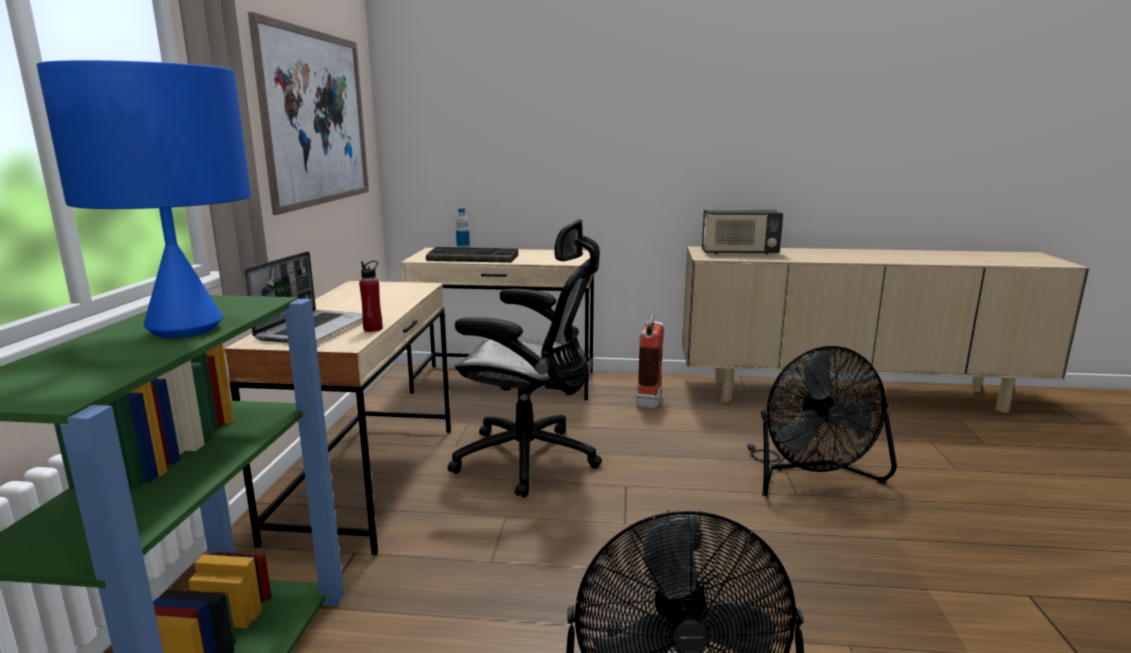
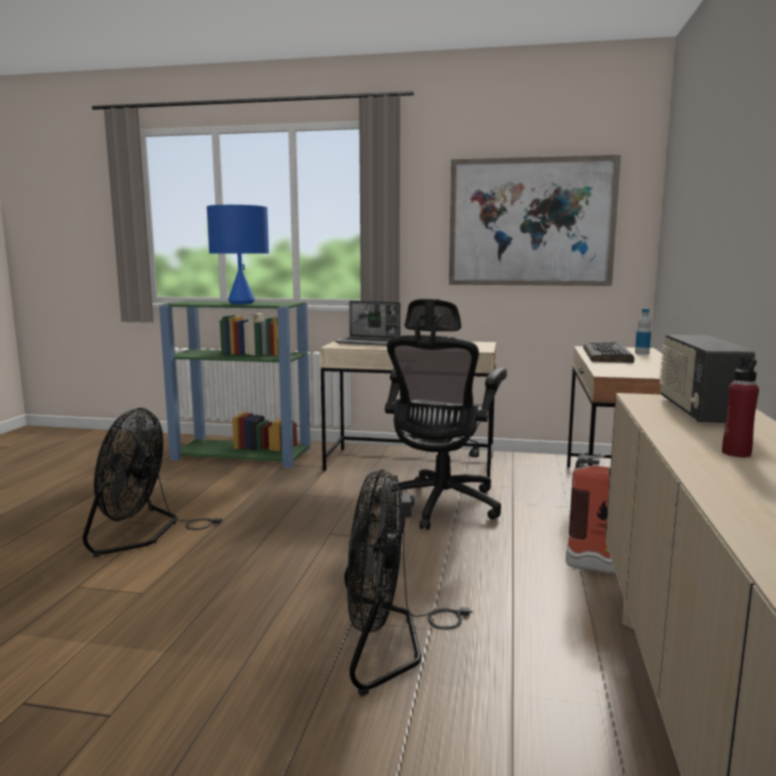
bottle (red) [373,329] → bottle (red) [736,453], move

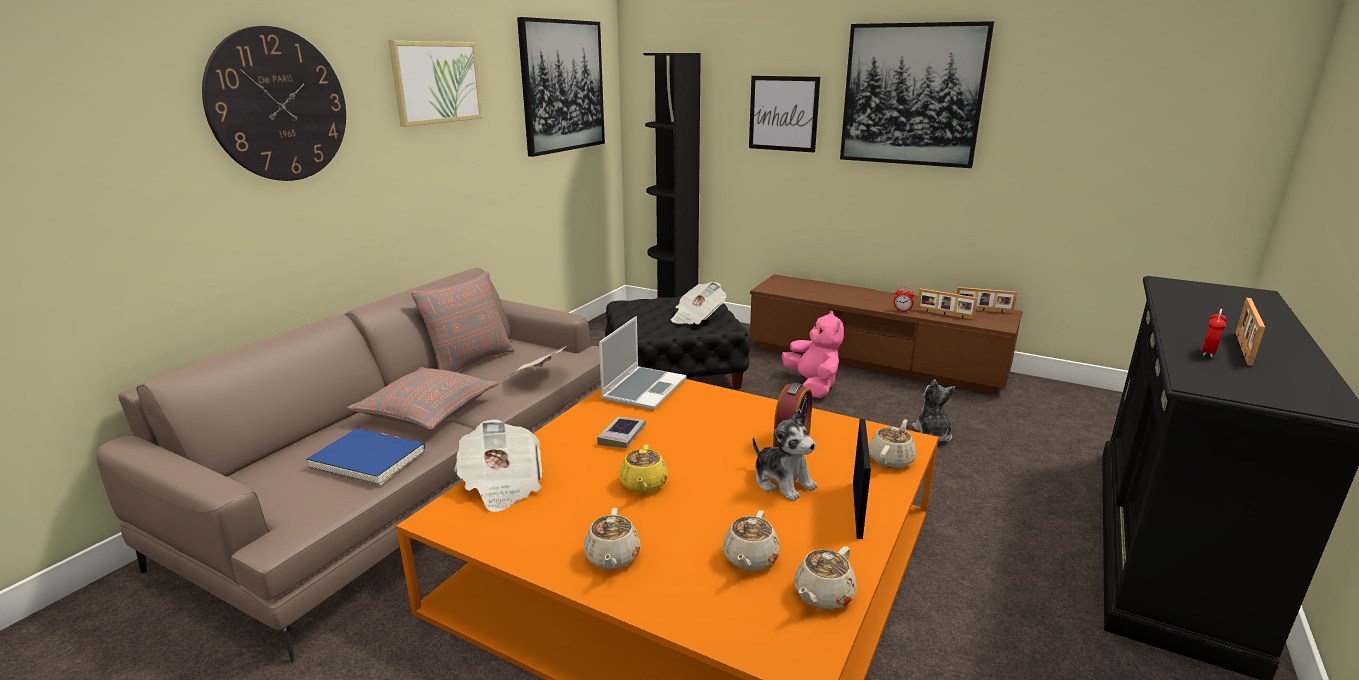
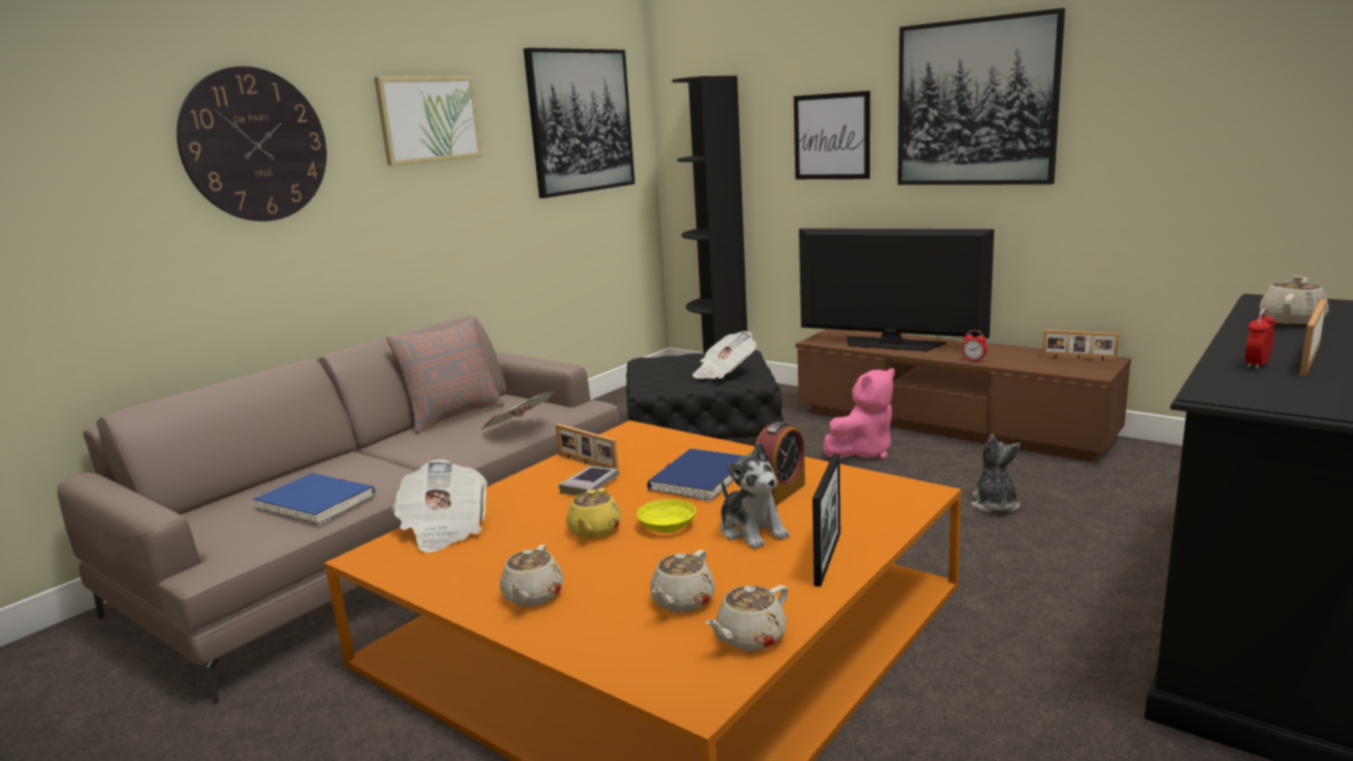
picture frame [944,314] → picture frame [586,464], move
plush toy (pink) [812,386] → plush toy (pink) [862,452], 60 degrees clockwise
laptop [643,389] → -
pillow (grey) [428,412] → -
teapot (beige) [891,459] → teapot (beige) [1292,320], move
- → television [891,344]
- → book (blue) [700,479]
- → bowl (yellow) [665,526]

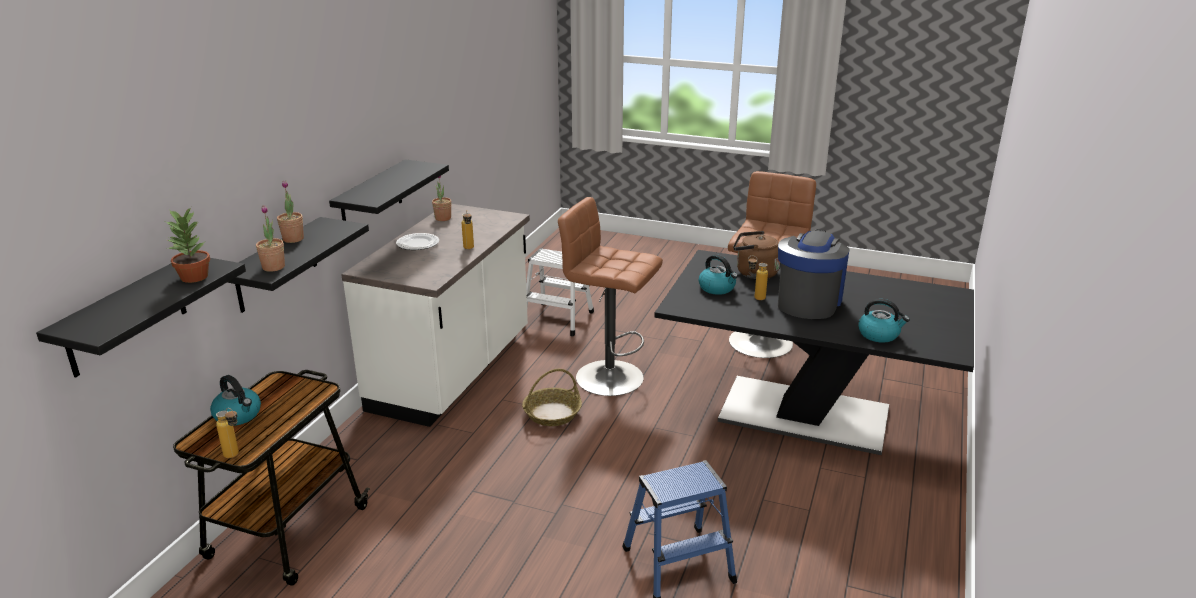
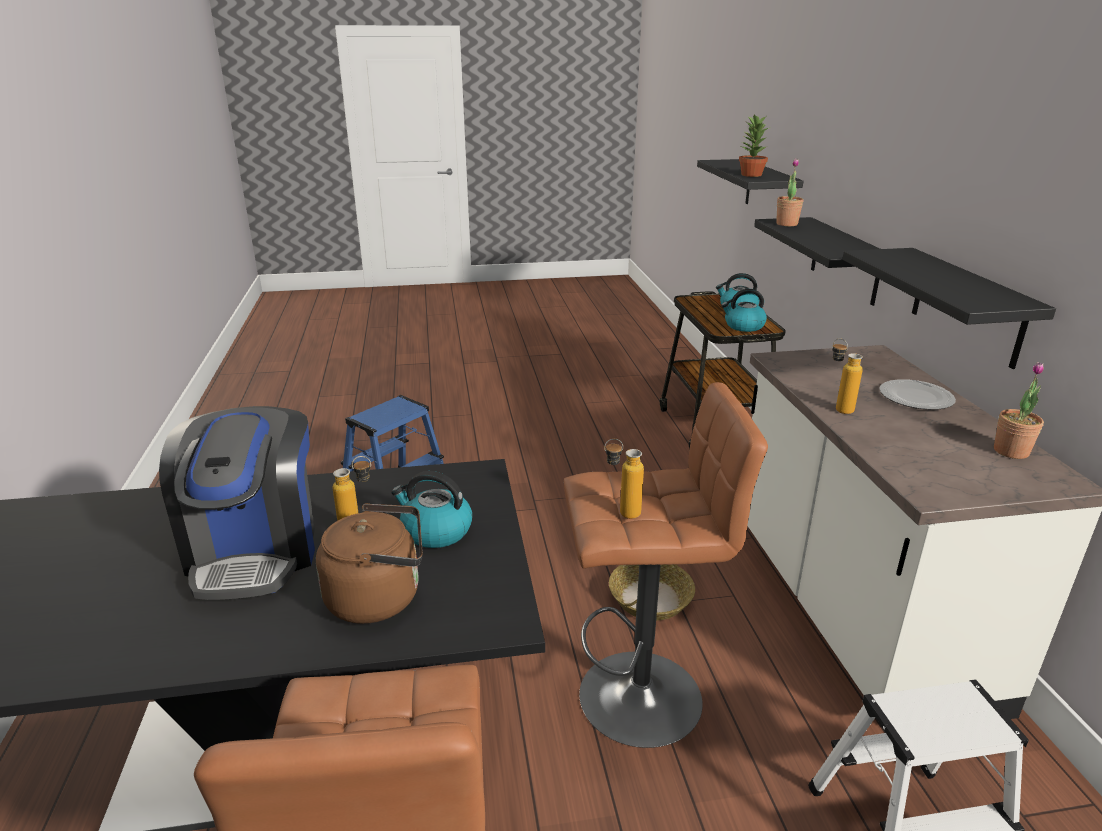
potted plant [293,239] → -
kettle [879,335] → kettle [743,326], move
bottle [235,456] → bottle [621,513], move

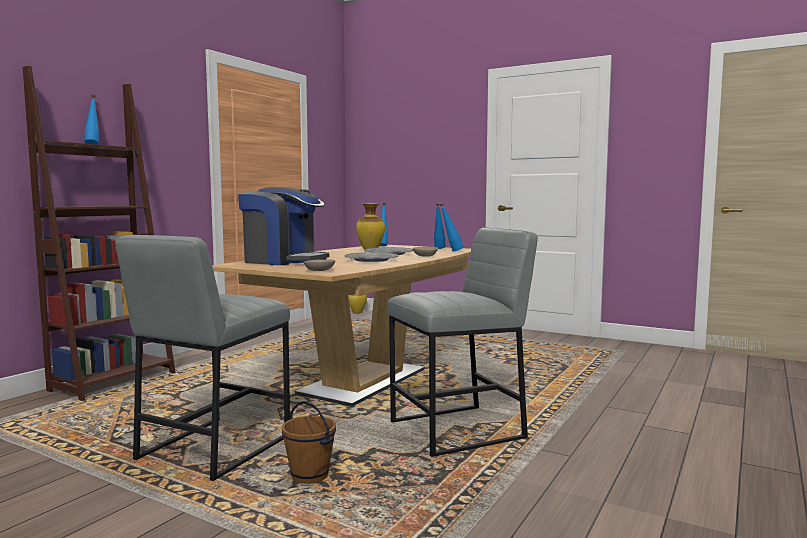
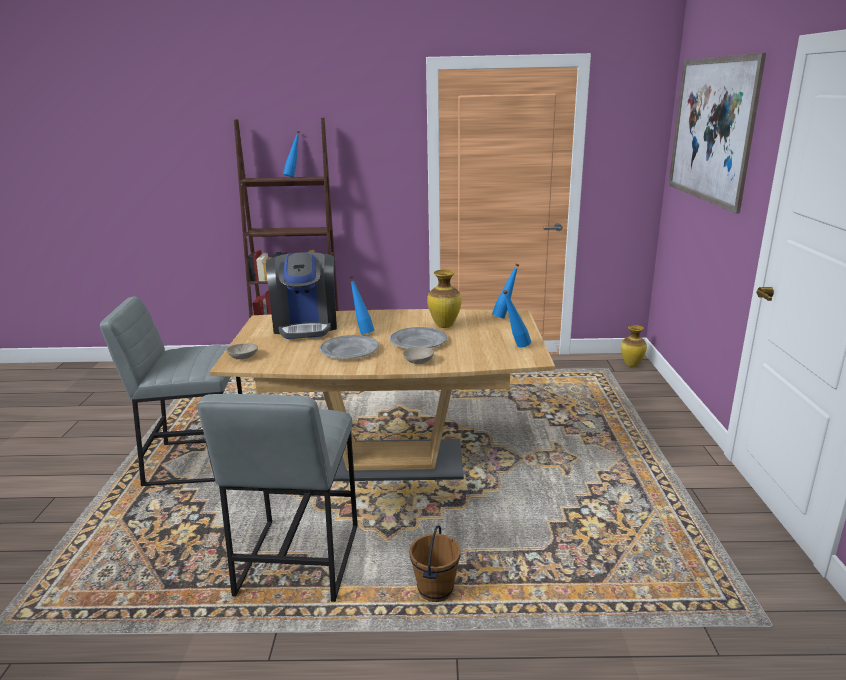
bottle (blue) [451,251] → bottle (blue) [362,333], move
chair (grey) [459,430] → chair (grey) [298,561], 60 degrees clockwise
bucket (brown) [310,476] → bucket (brown) [436,590], move
- → picture [710,130]

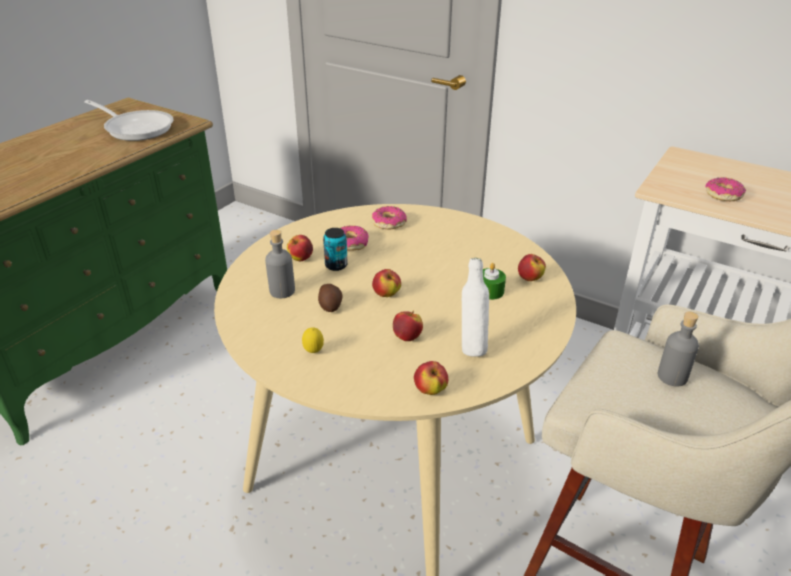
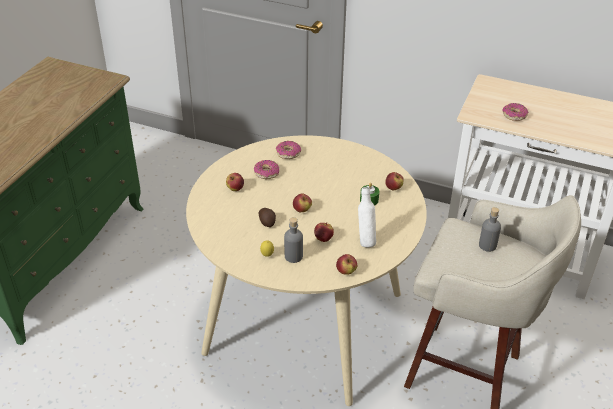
frying pan [136,128] → -
can [336,265] → -
bottle (grey) [282,291] → bottle (grey) [293,256], move

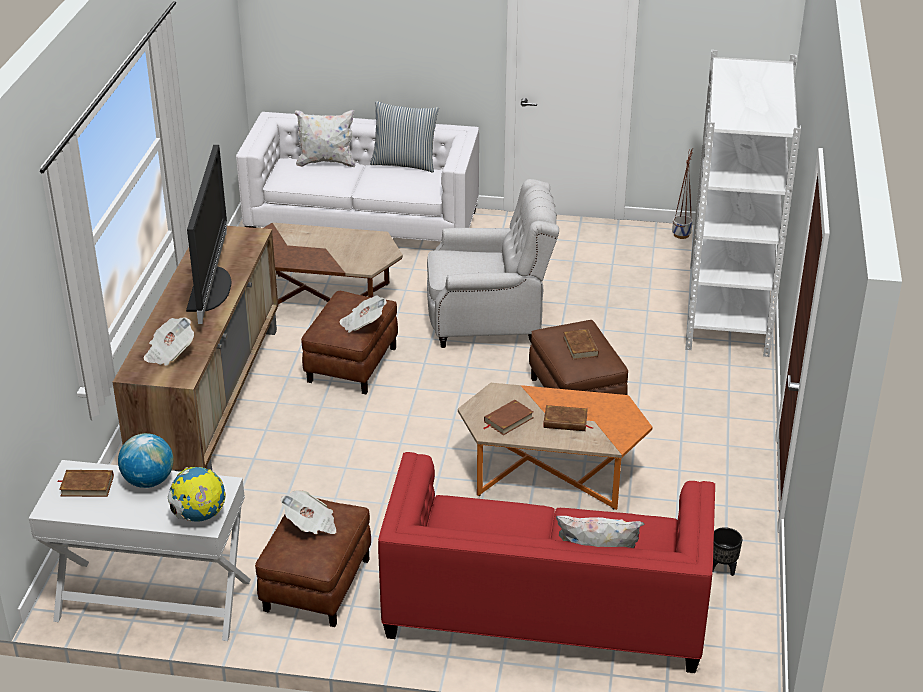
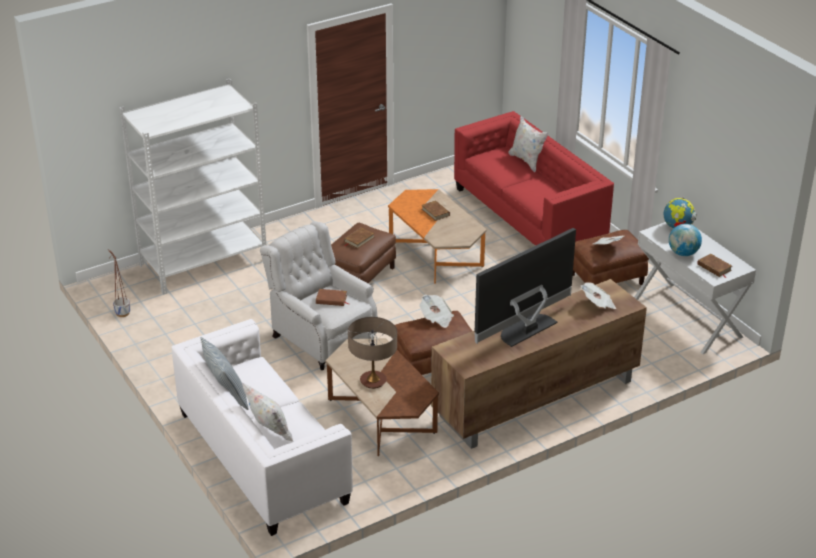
book (brown) [508,420] → book (brown) [331,299], move
planter (black) [722,569] → -
- → table lamp [373,381]

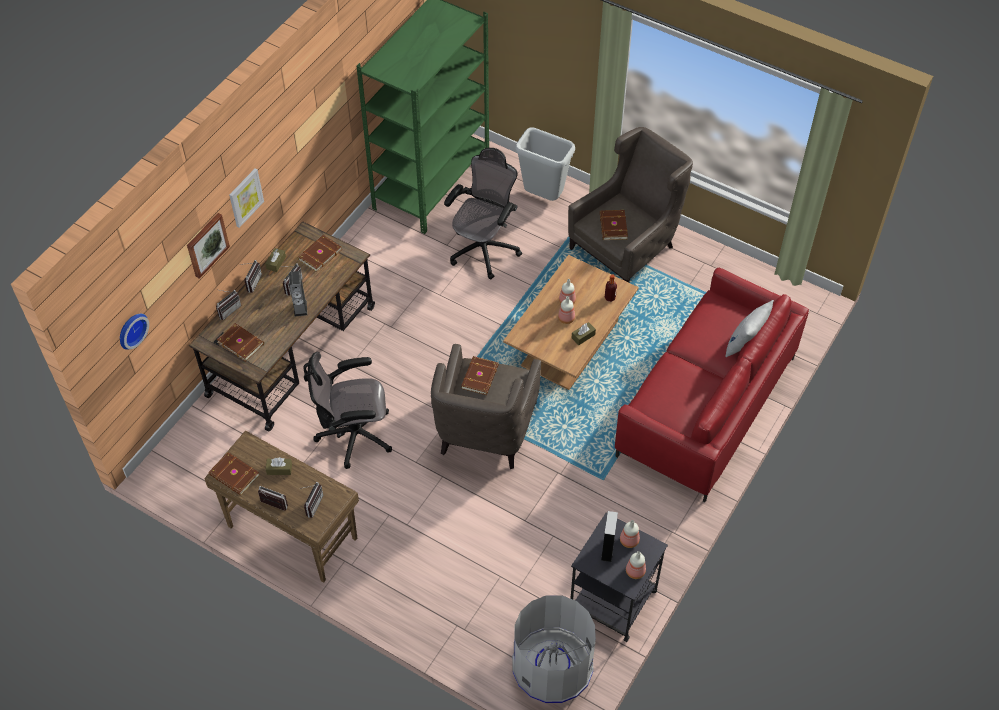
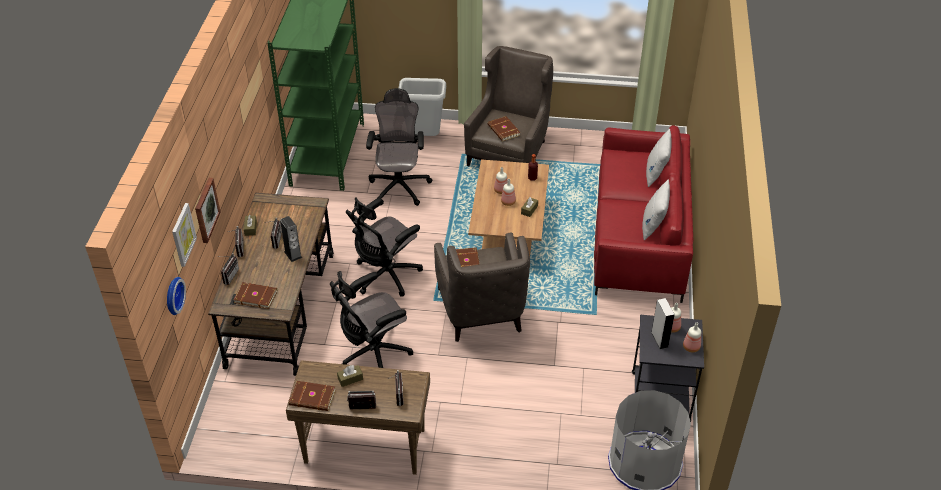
picture [245,197] → picture [183,234], move
book (brown) [319,254] → -
- → pillow (grey) [653,226]
- → office chair [387,275]

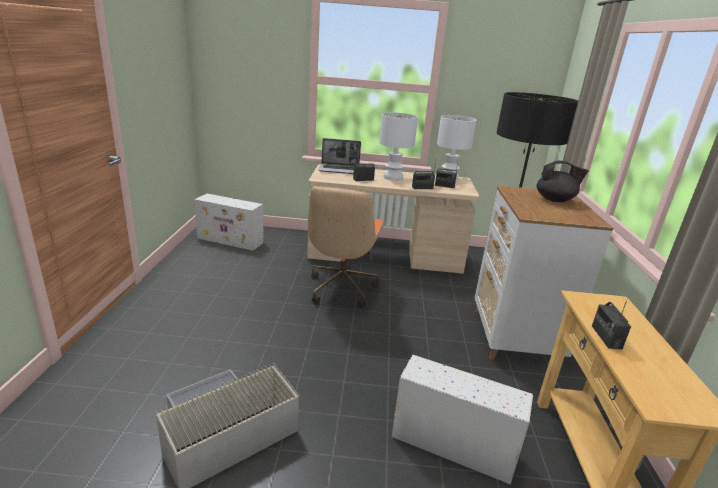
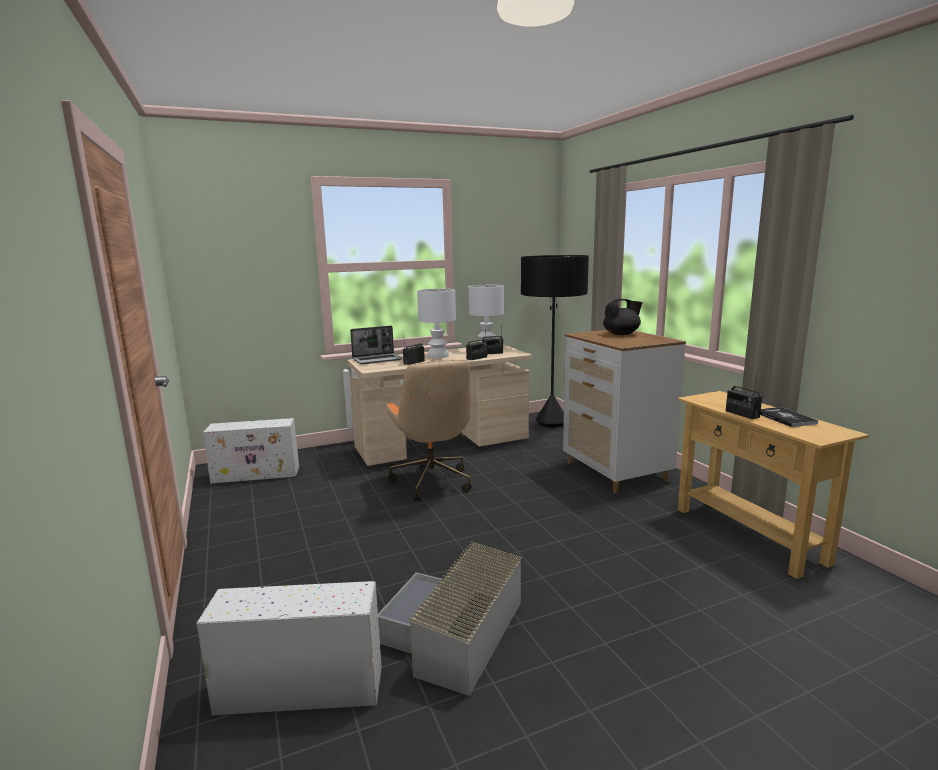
storage box (white) [450,444] → storage box (white) [298,690], move
- → book [785,418]

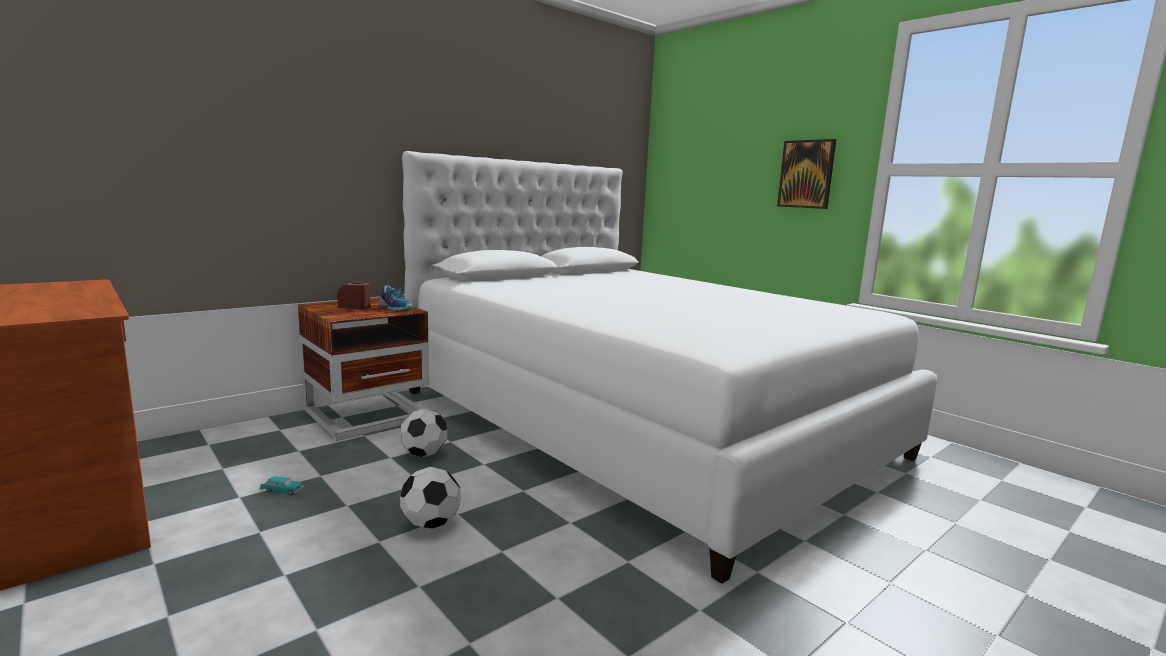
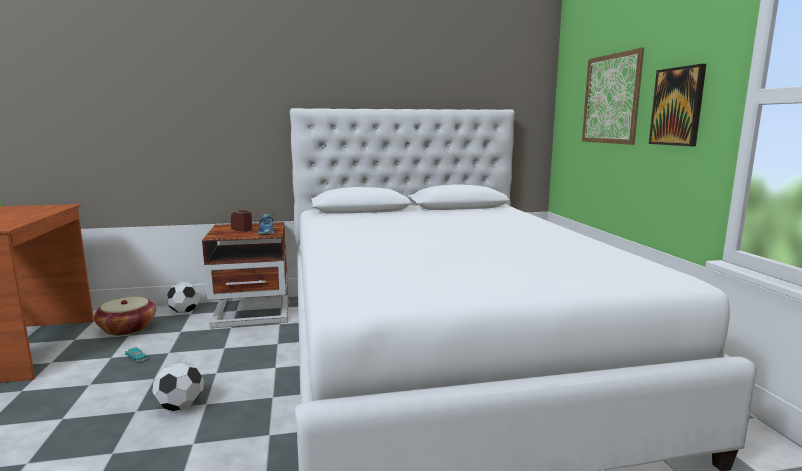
football [424,454] → football [185,312], move
- → picture [611,98]
- → basket [127,328]

